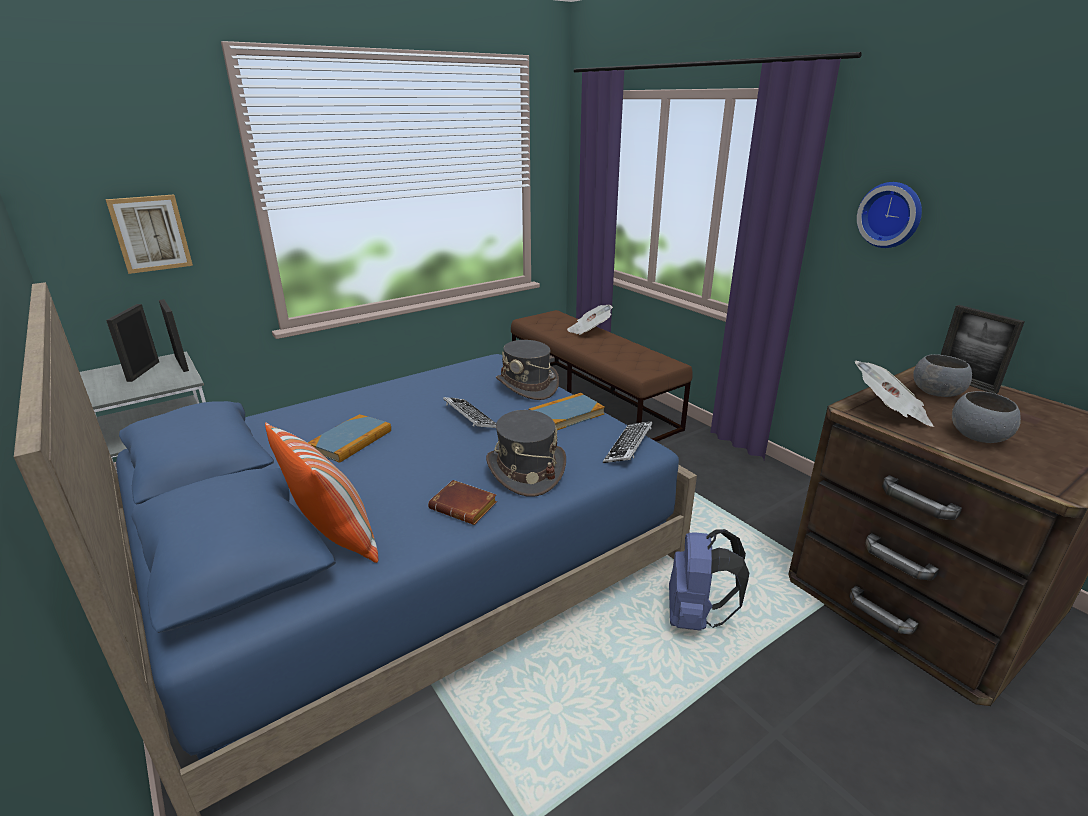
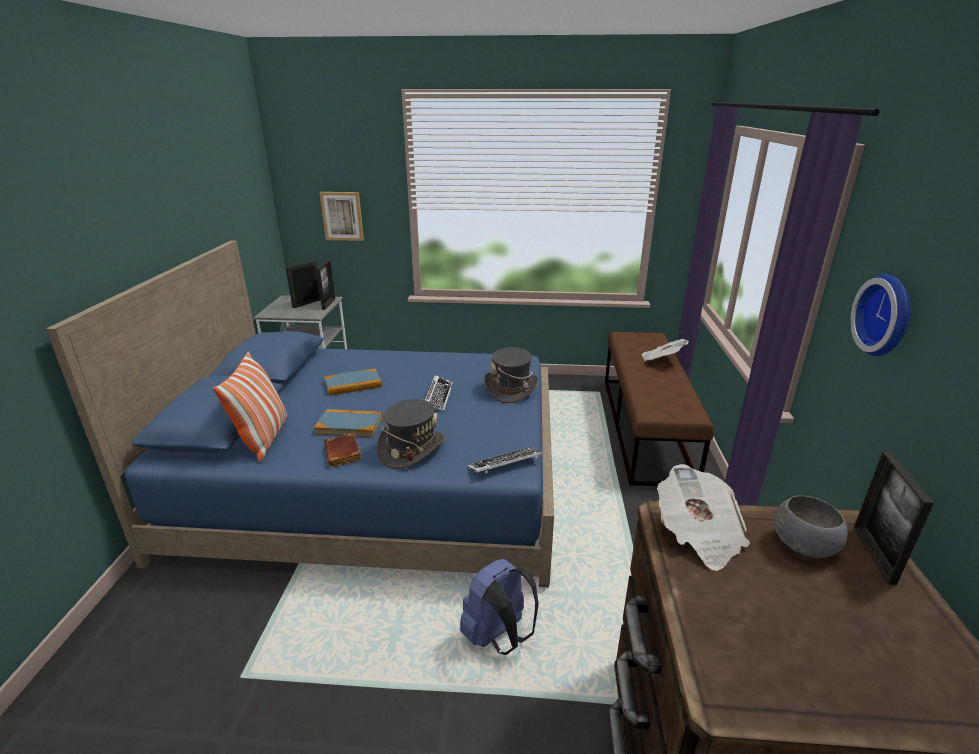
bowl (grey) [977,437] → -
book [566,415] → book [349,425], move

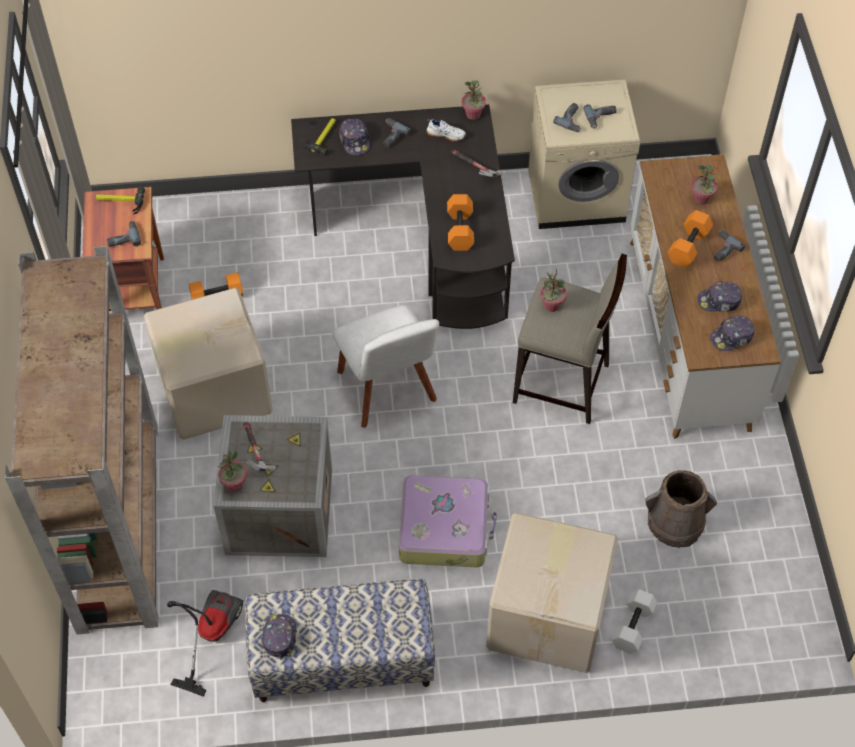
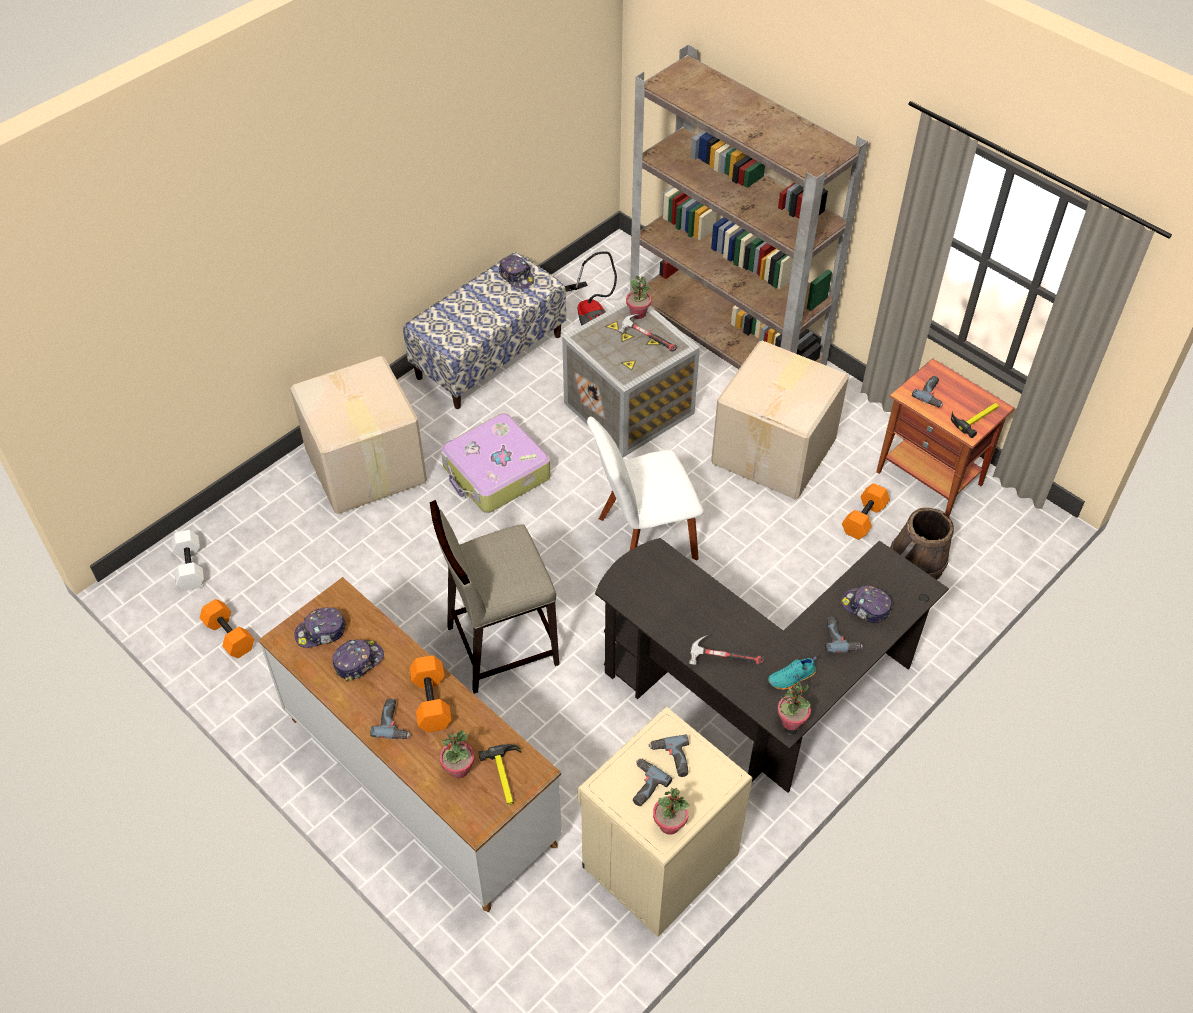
hammer [321,137] → hammer [505,776], move
shoe (white) [446,134] → shoe (turquoise) [792,678]
dumbbell (orange) [461,230] → dumbbell (orange) [228,635], move
potted plant [551,305] → potted plant [669,824], move
chair (white) [388,390] → chair (white) [642,540], 45 degrees counterclockwise
cap [732,337] → cap [321,632], 135 degrees counterclockwise
bucket (brown) [675,522] → bucket (brown) [916,561], move
dumbbell (white) [633,627] → dumbbell (white) [189,567], move

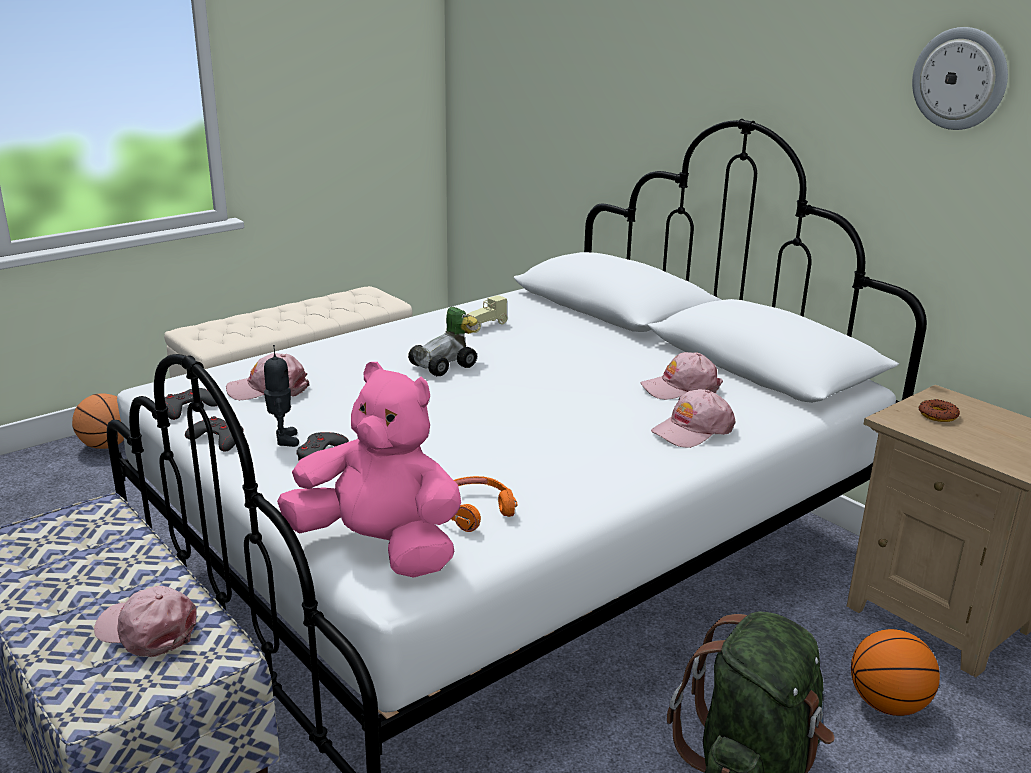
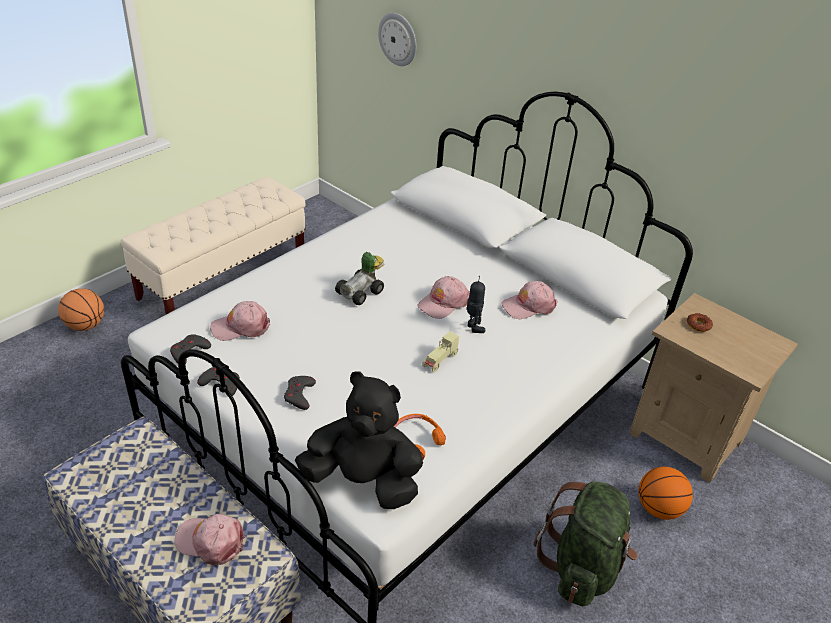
wall clock [960,79] → wall clock [398,39], move
toy car (beige) [484,326] → toy car (beige) [440,361], move
toy robot [283,440] → toy robot [473,328], move
plush toy (pink) [380,547] → plush toy (black) [363,481]
cap (pink) [692,430] → cap (pink) [443,303], move

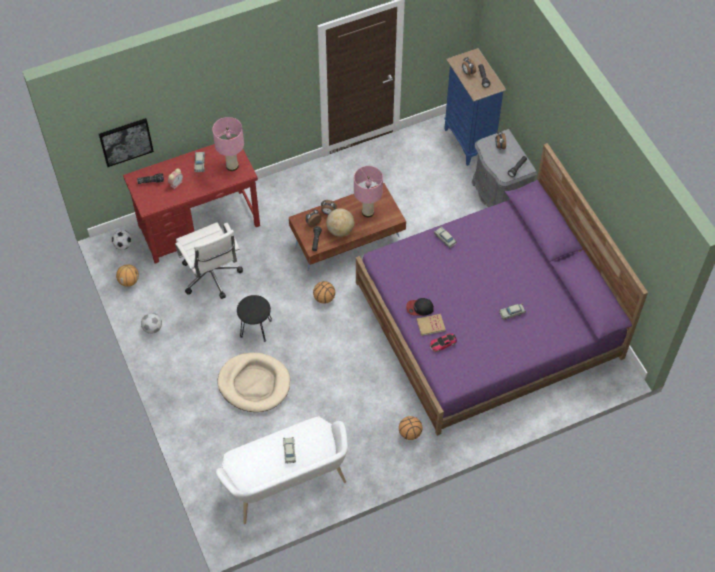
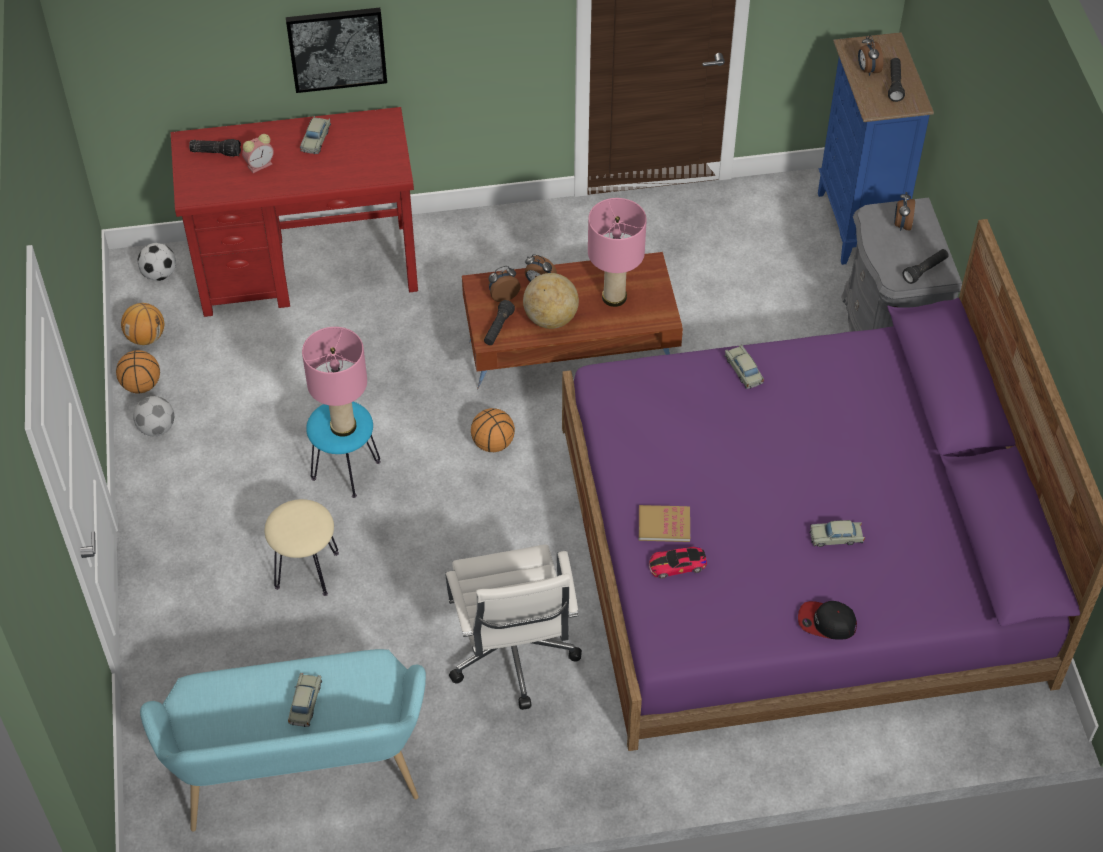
table lamp (pink) [232,166] → table lamp (pink) [343,426], move
picture [126,141] → picture [337,48], move
office chair (white) [212,278] → office chair (white) [513,658], move
stool (black) [256,328] → stool (turquoise) [346,470]
cap [419,308] → cap [826,622], move
dog bed (beige) [254,384] → stool (beige) [306,570]
bench (white) [287,486] → bench (turquoise) [301,777]
basketball [410,433] → basketball [142,385], move

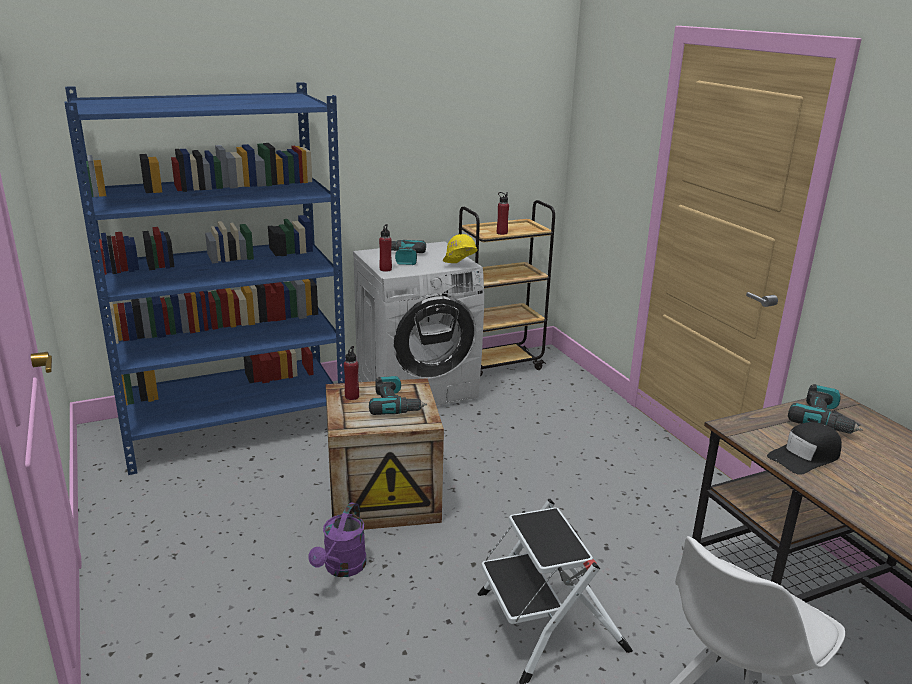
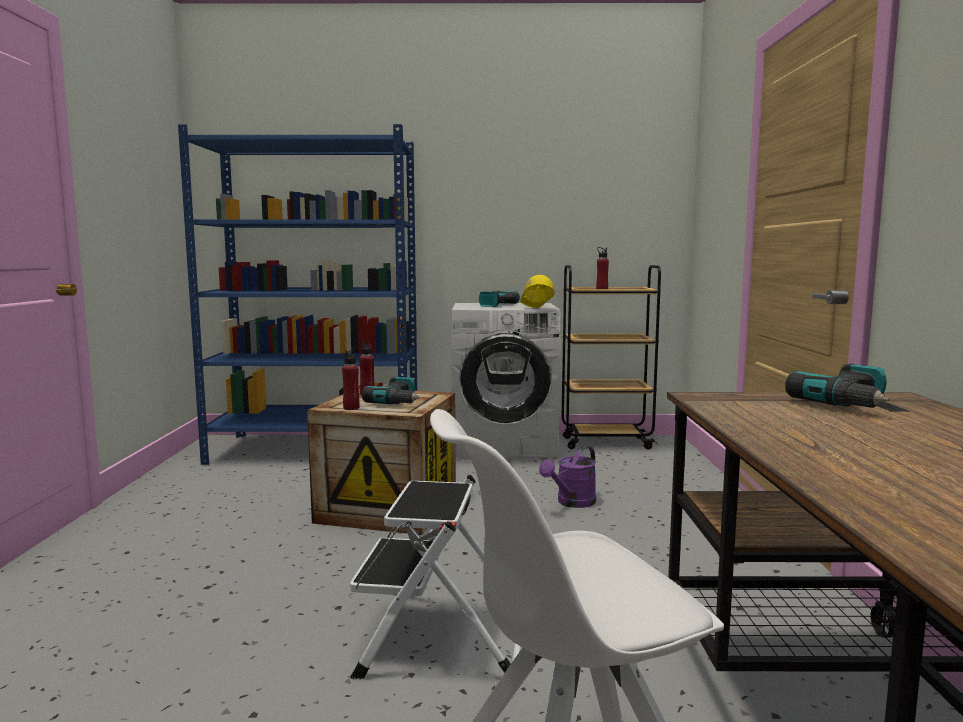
bottle (red) [385,269] → bottle (red) [351,408], move
cap (black) [805,456] → -
watering can (purple) [342,568] → watering can (purple) [572,503], move

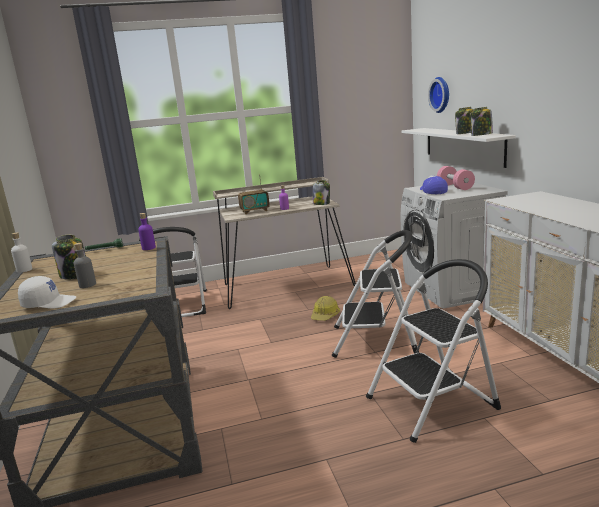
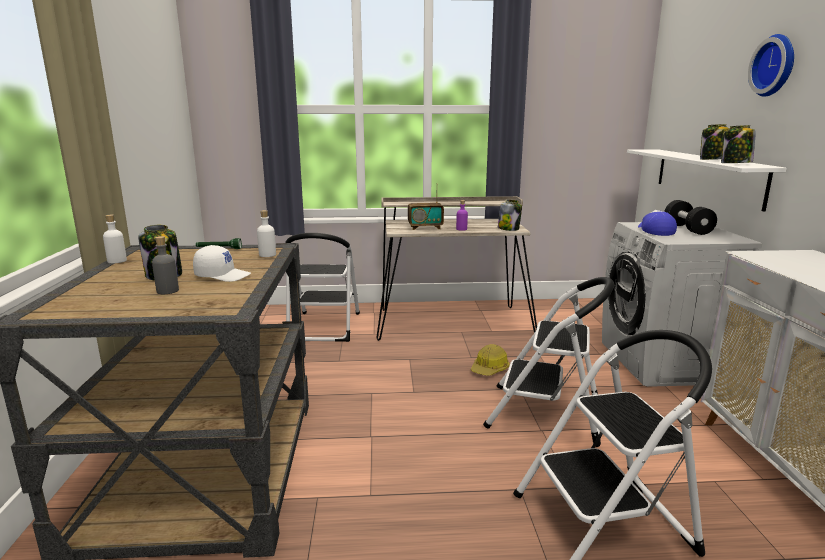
wall clock [441,94] → wall clock [776,65], move
dumbbell (pink) [455,187] → dumbbell (black) [687,229]
bottle (purple) [148,248] → bottle (white) [267,255]
cap (white) [49,303] → cap (white) [223,275], move

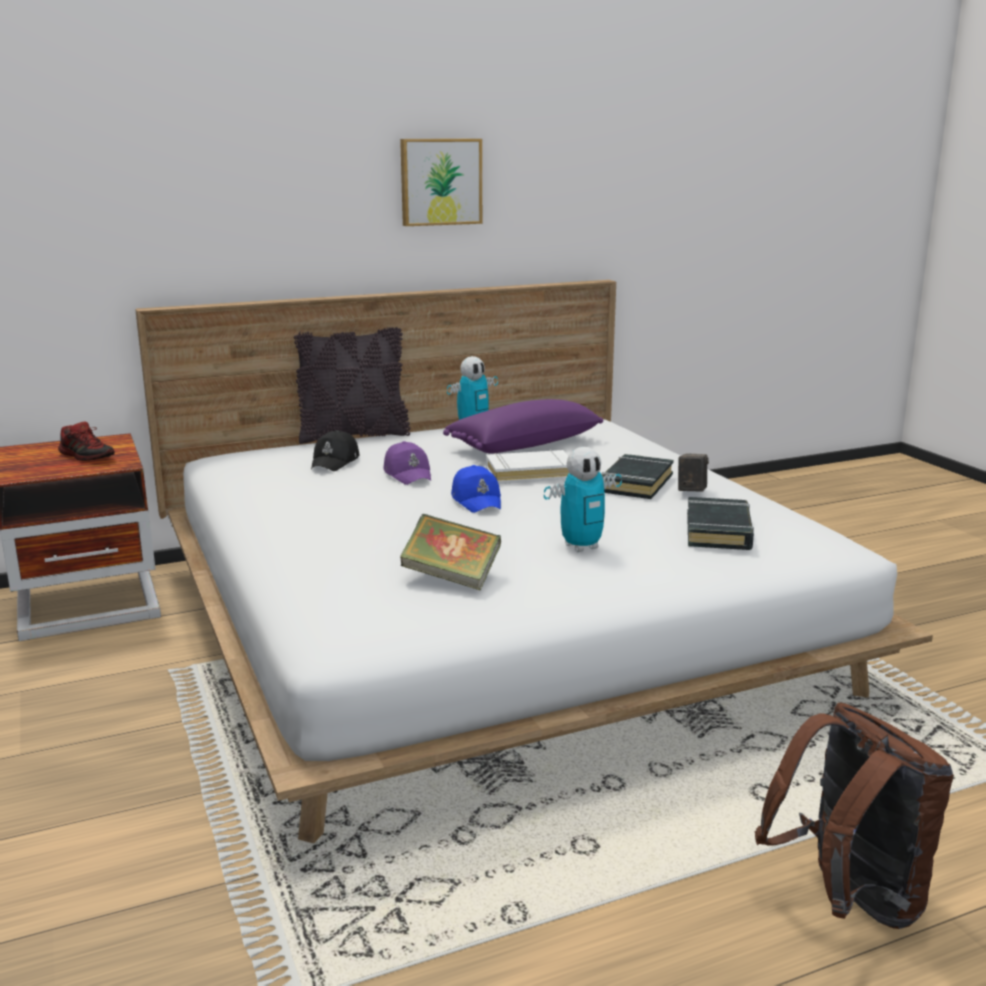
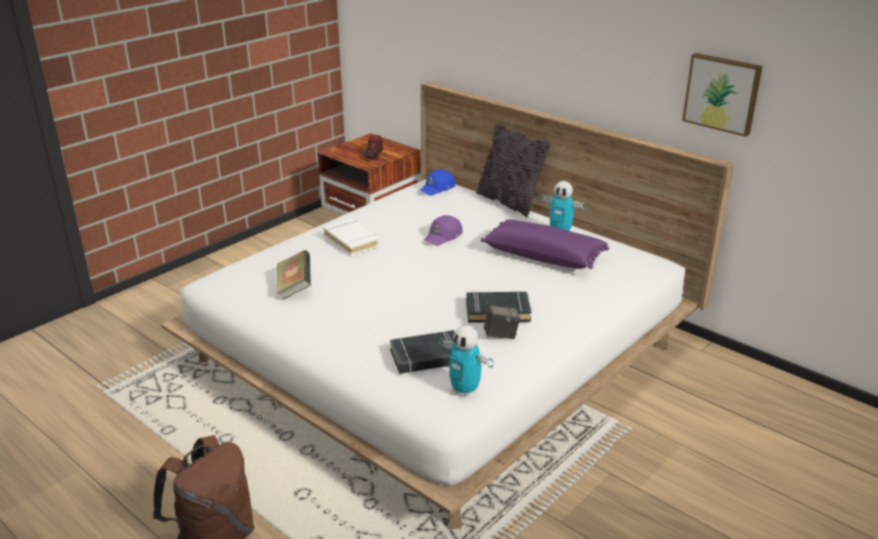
picture [440,182] → picture [722,93], move
cap (black) [335,462] → -
toy robot [581,546] → toy robot [465,390], move
book (white) [529,473] → book (white) [352,241], move
cap (blue) [477,500] → cap (blue) [438,188], move

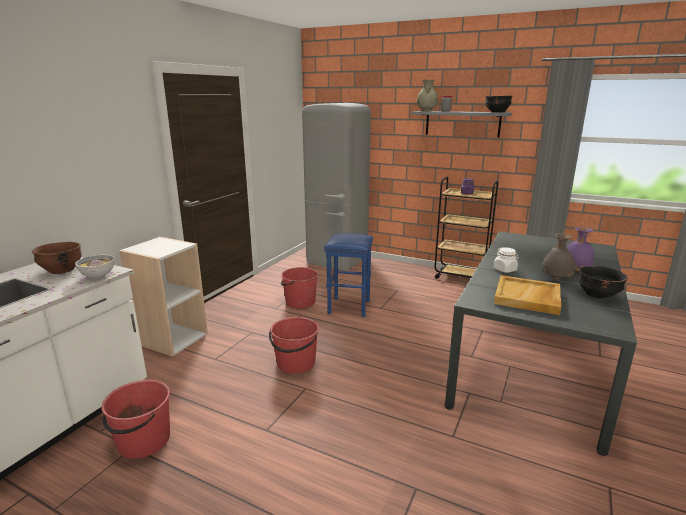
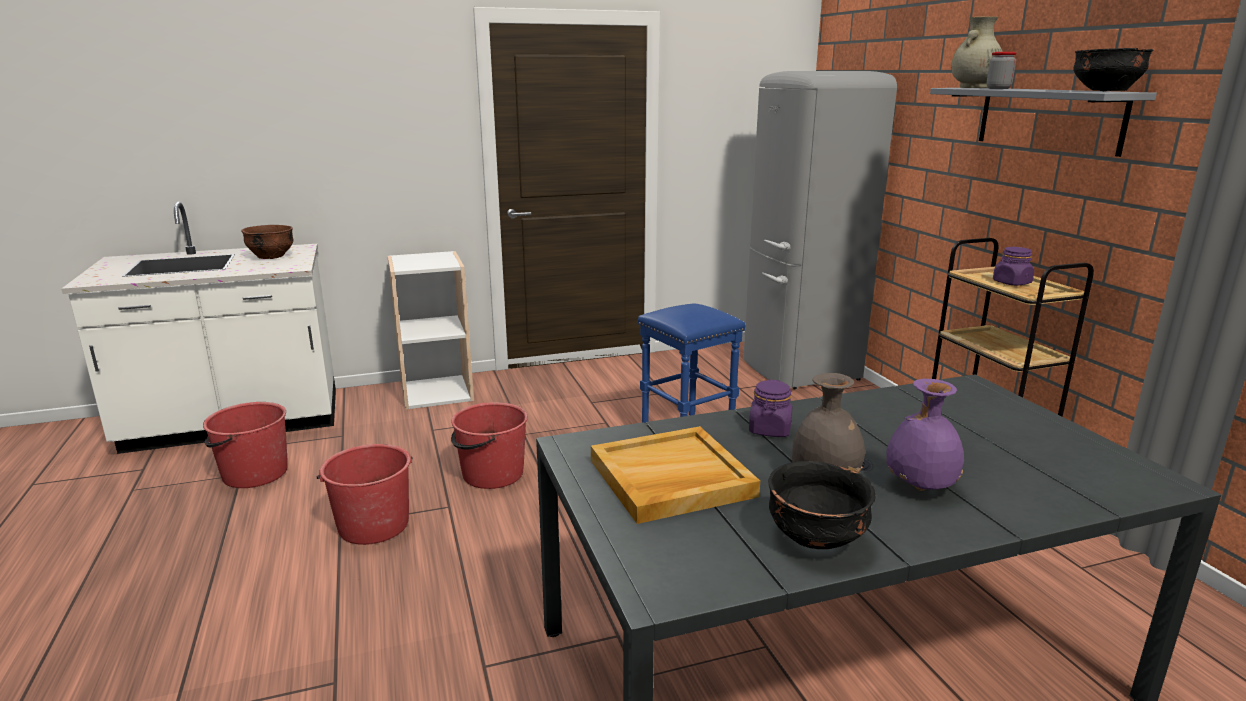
jar (white) [505,270] → jar (purple) [770,430]
bowl [98,276] → -
bucket (red) [300,302] → bucket (red) [373,525], move

